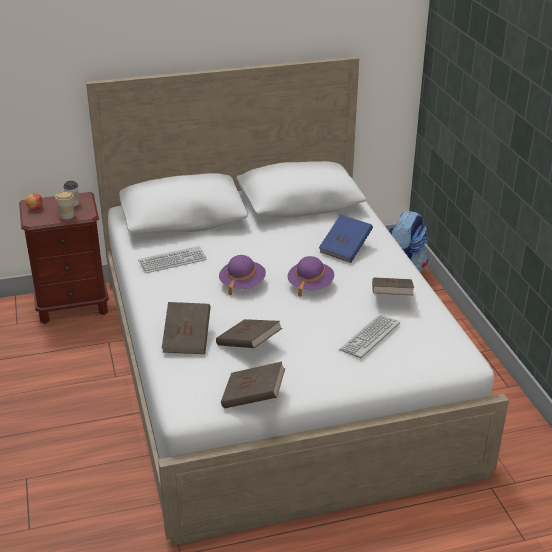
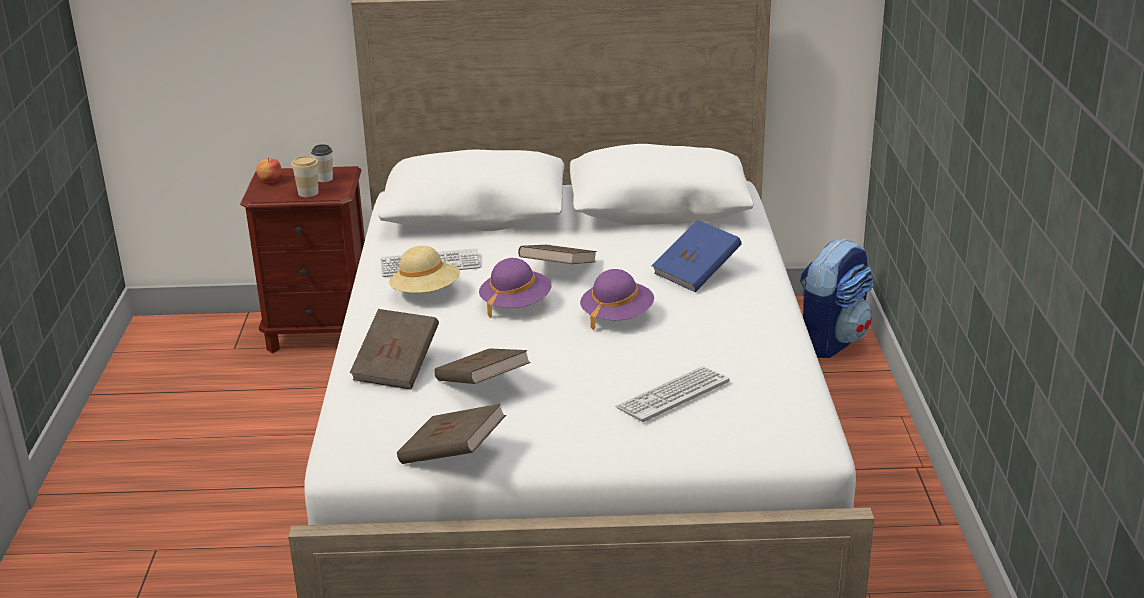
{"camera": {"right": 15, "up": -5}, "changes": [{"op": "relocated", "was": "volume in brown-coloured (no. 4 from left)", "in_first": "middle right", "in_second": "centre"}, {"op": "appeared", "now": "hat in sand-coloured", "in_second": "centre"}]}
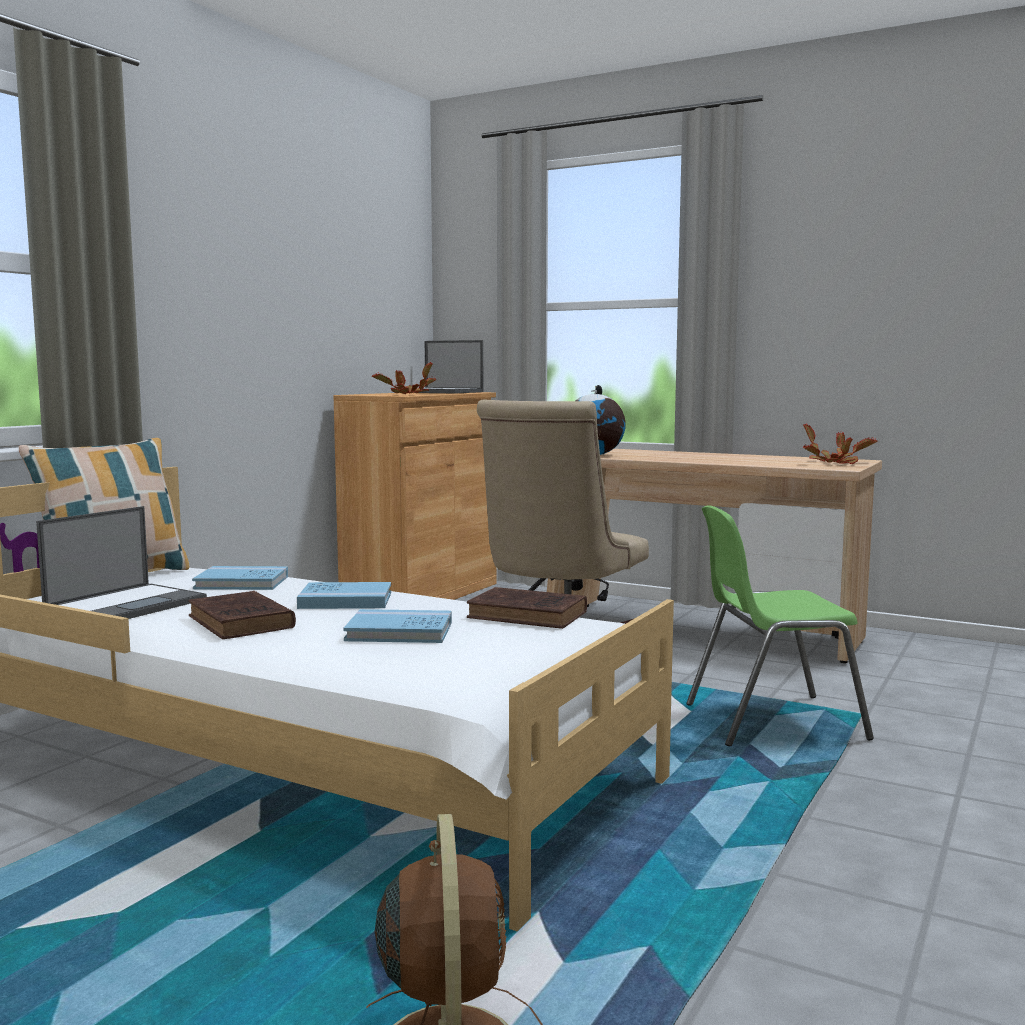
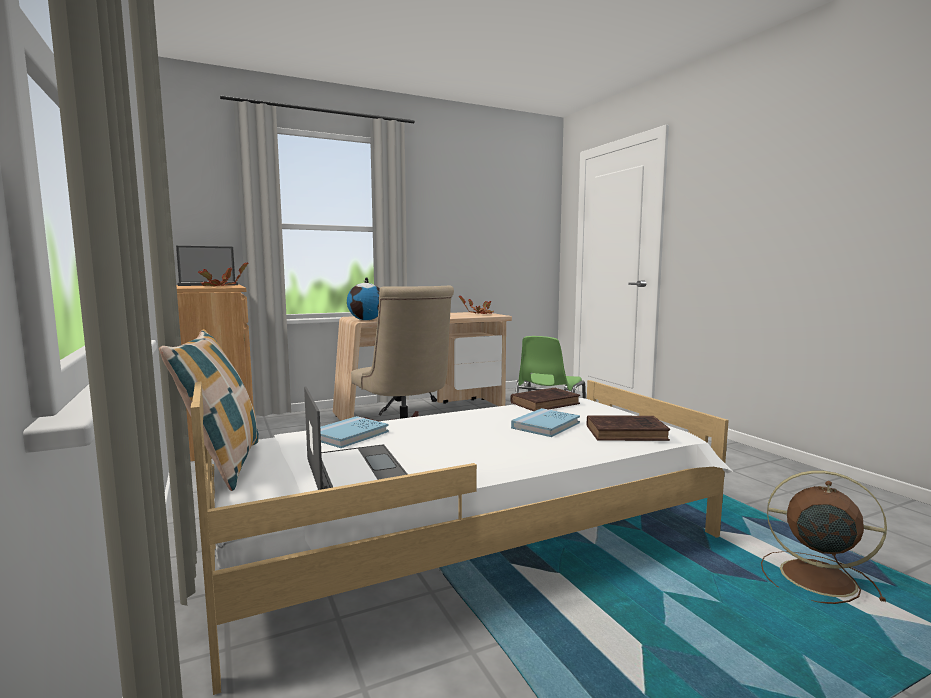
{"camera": {"right": -55, "up": 0}, "changes": [{"op": "relocated", "was": "volume in brown-coloured (no. 1 from left in the first image)", "now": "volume in brown-coloured (no. 2 from left)", "in_first": "middle left", "in_second": "middle right"}, {"op": "missing", "was": "volume in blue-coloured (no. 2 from left)", "in_first": "centre"}]}
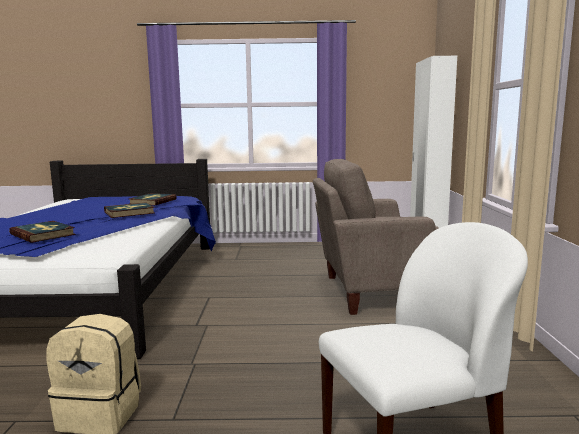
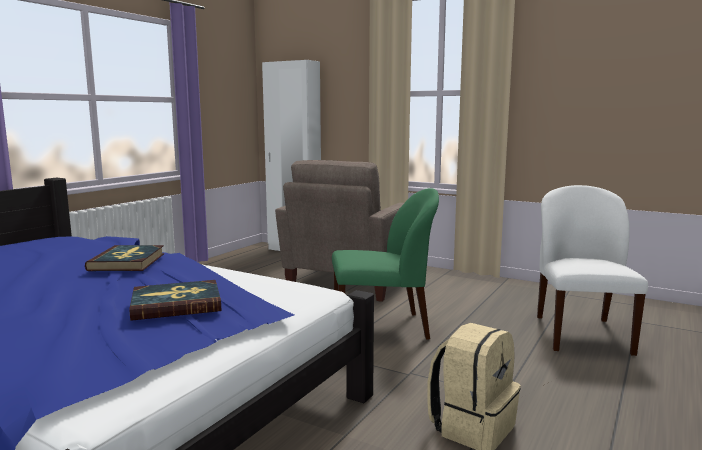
{"camera": {"right": -60, "up": 0}, "changes": [{"op": "missing", "was": "volume (no. 3 from left)", "in_first": "middle left"}, {"op": "appeared", "now": "plain chair in greenish", "in_second": "centre"}]}
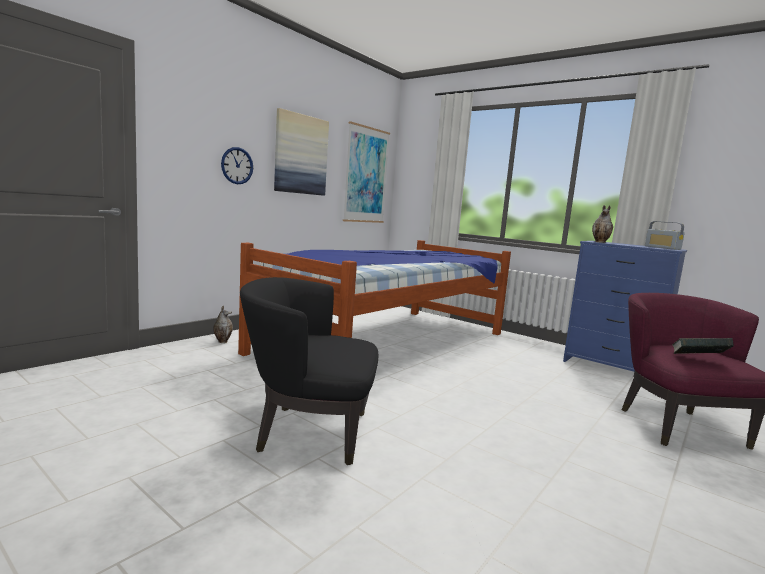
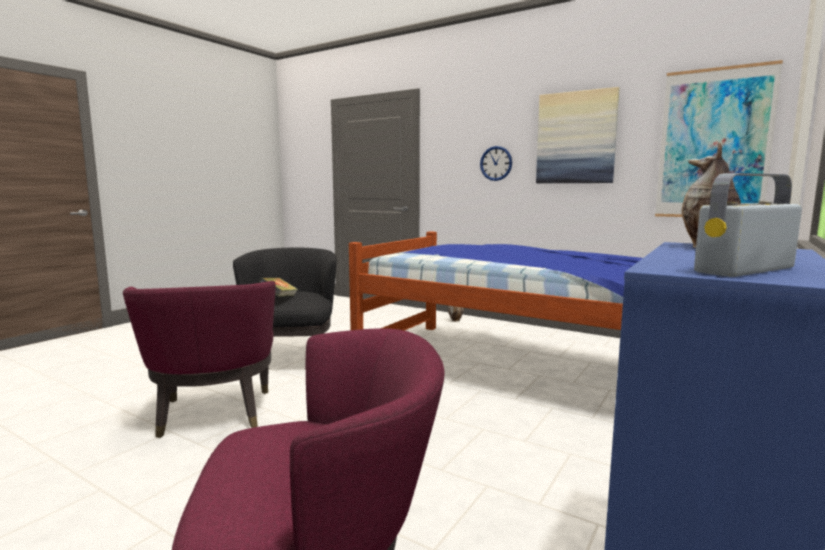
{"camera": {"right": 85, "up": 0}, "changes": [{"op": "relocated", "was": "volume", "in_first": "middle right", "in_second": "centre"}, {"op": "appeared", "now": "lounge chair in purple (no. 1 from left)", "in_second": "middle left"}]}
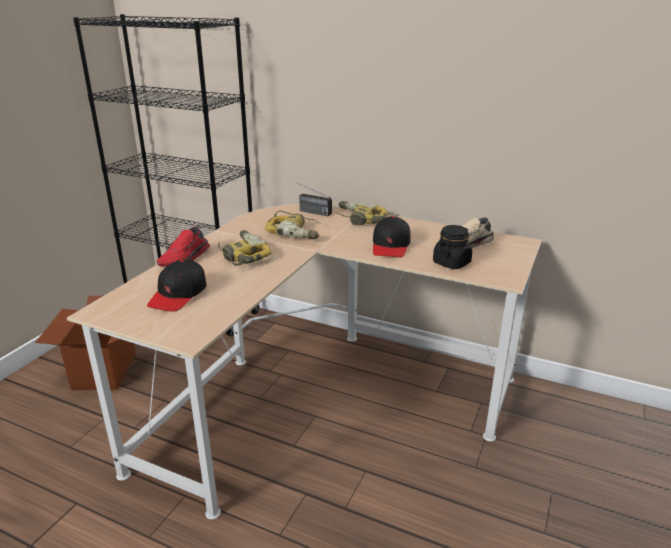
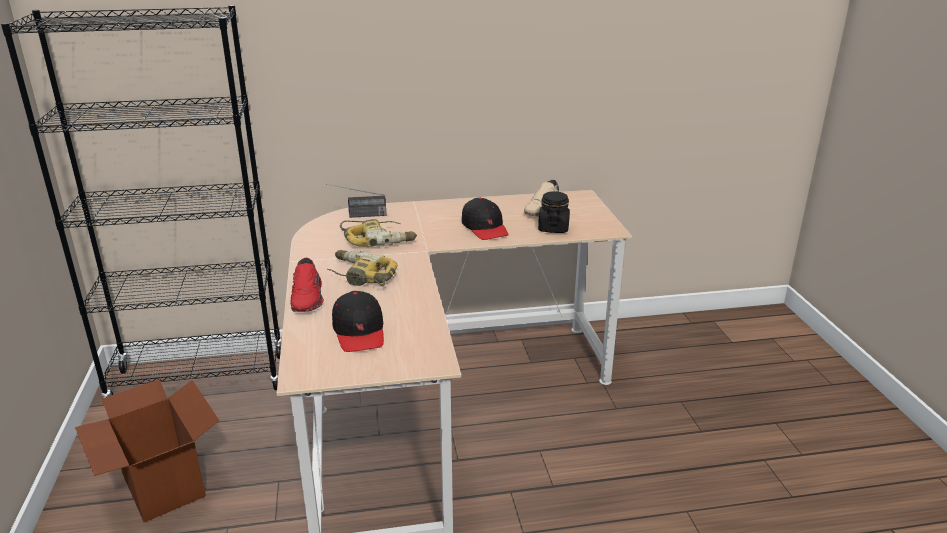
{"camera": {"right": -35, "up": 0}, "changes": [{"op": "missing", "was": "drill (no. 3 from left)", "in_first": "centre"}]}
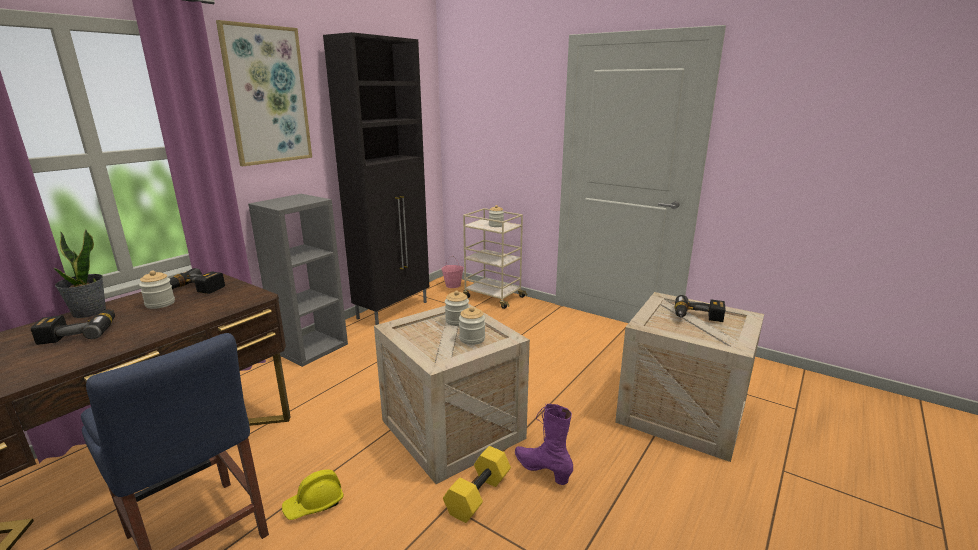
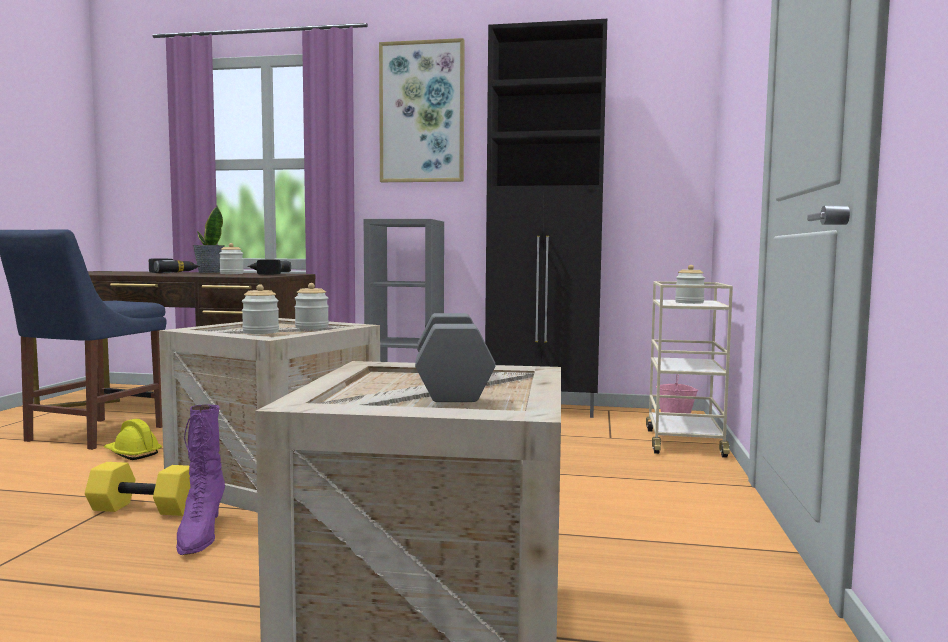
{"camera": {"right": 65, "up": -15}, "changes": [{"op": "spun", "was": "tall boot in purple", "in_first": "bottom centre", "in_second": "bottom left", "clockwise": 150}, {"op": "exchanged", "was": "drill (no. 3 from left)", "now": "free weight in greyish", "in_first": "middle right", "in_second": "centre"}]}
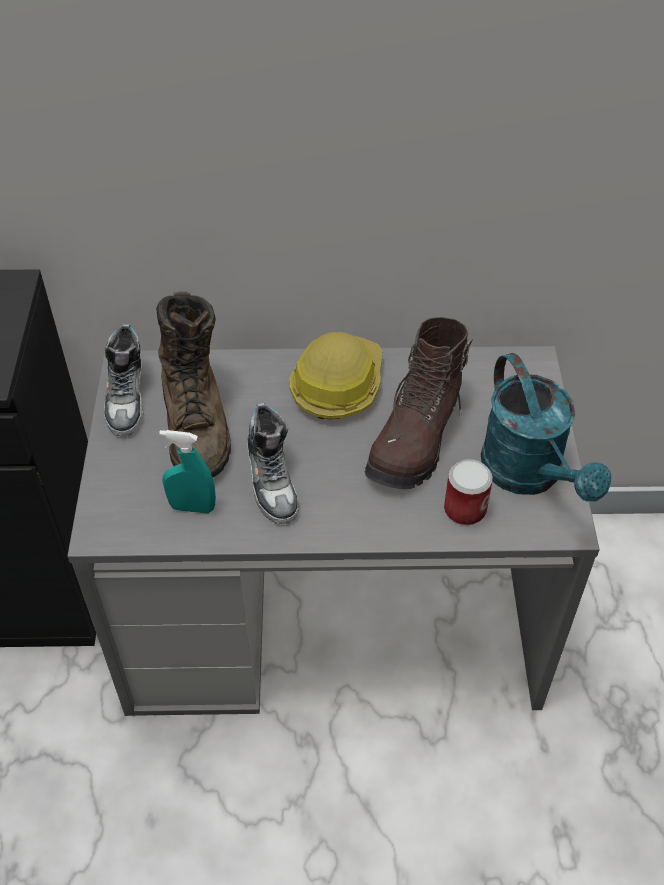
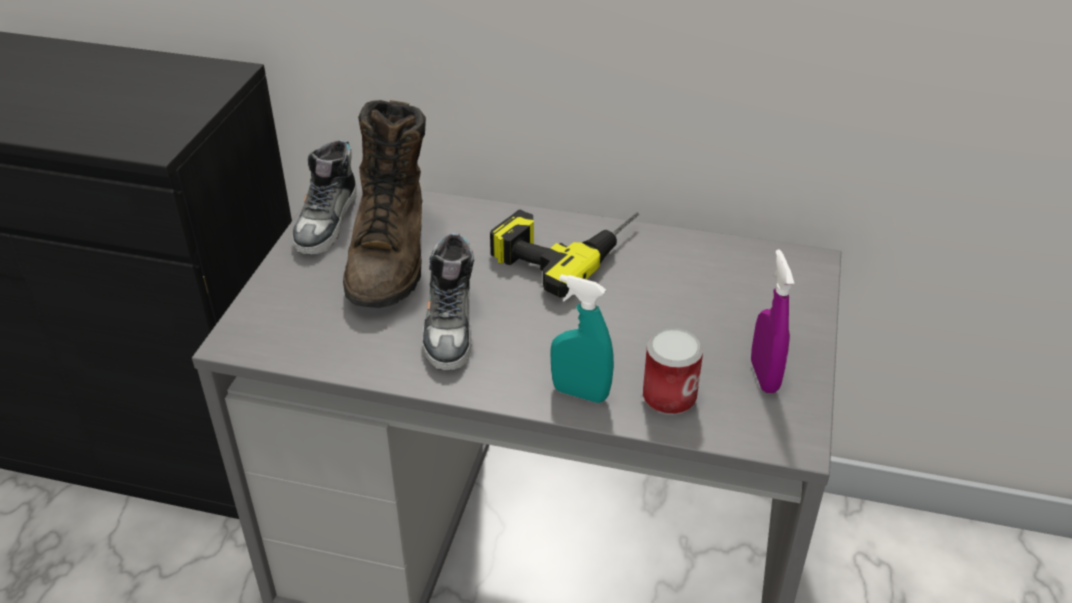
{"camera": {"right": 15, "up": -10}, "changes": [{"op": "relocated", "was": "sprayer in blue-green", "in_first": "middle left", "in_second": "centre"}, {"op": "exchanged", "was": "safety helmet", "now": "drill", "in_first": "centre", "in_second": "centre"}, {"op": "missing", "was": "tall boot in brown-coloured (no. 2 from left)", "in_first": "centre"}, {"op": "exchanged", "was": "watering can in blue-green", "now": "sprayer in purple", "in_first": "middle right", "in_second": "middle right"}]}
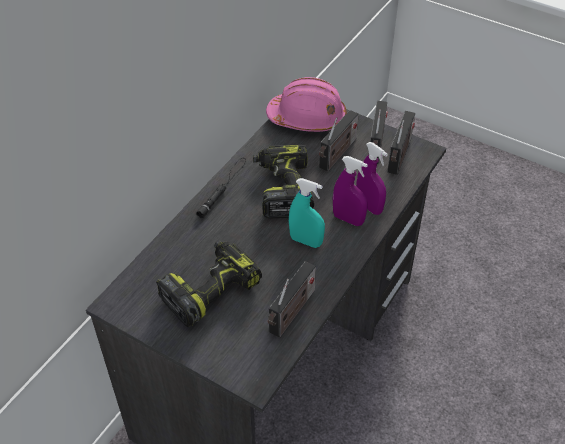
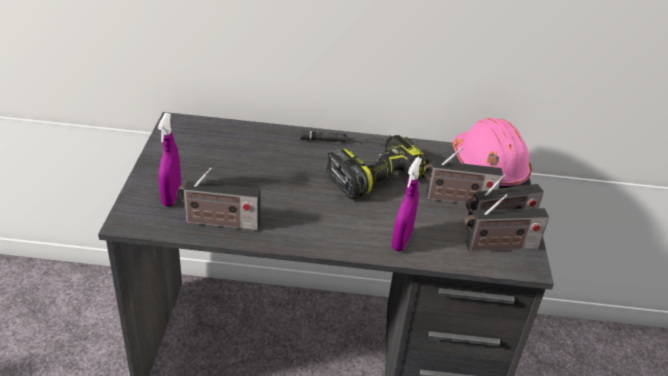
{"camera": {"right": 60, "up": -10}, "changes": [{"op": "missing", "was": "drill (no. 1 from left)", "in_first": "centre"}, {"op": "missing", "was": "sprayer in blue-green", "in_first": "centre"}, {"op": "relocated", "was": "sprayer in purple (no. 1 from left)", "in_first": "centre", "in_second": "middle left"}]}
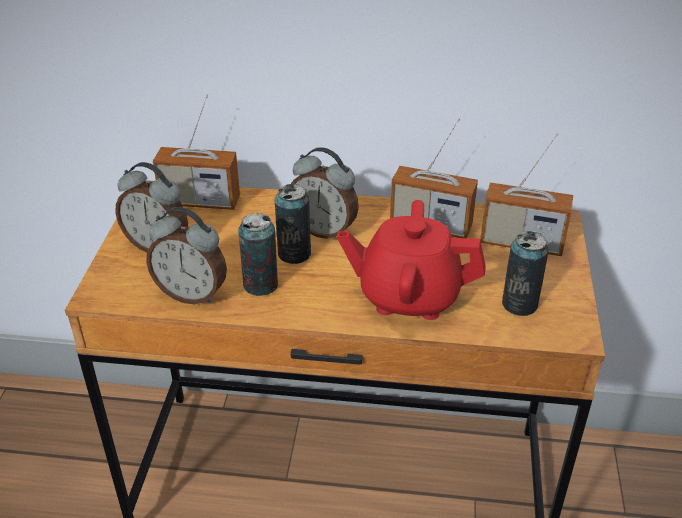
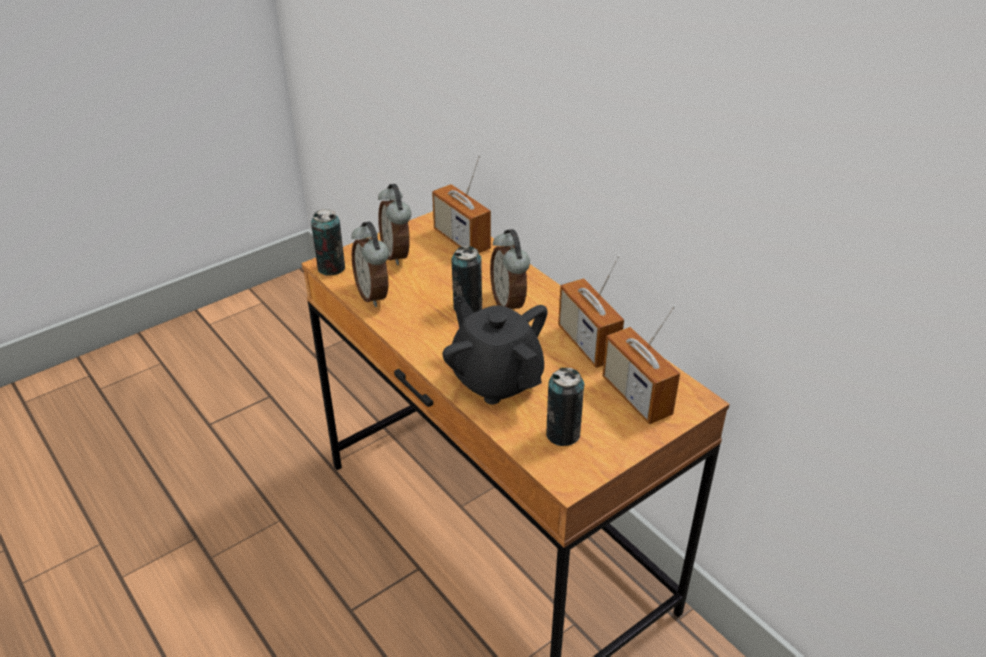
{"camera": {"right": 45, "up": 0}, "changes": [{"op": "relocated", "was": "sealed can (no. 1 from left)", "in_first": "centre", "in_second": "middle left"}, {"op": "colour", "was": "teapot in reddish", "now": "teapot in blackish", "in_first": "centre", "in_second": "centre"}]}
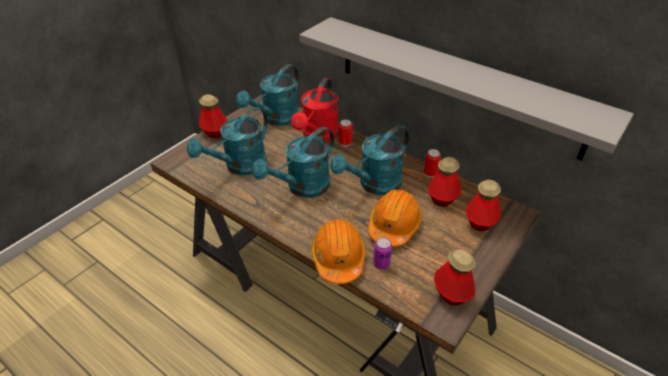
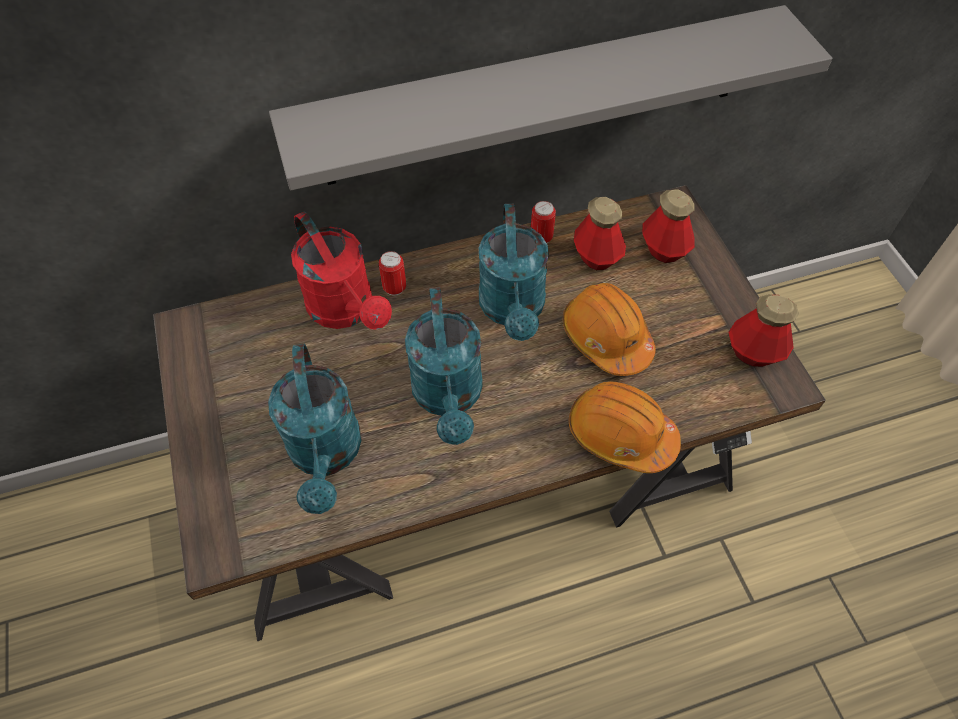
{"camera": {"right": -55, "up": 15}, "changes": [{"op": "missing", "was": "beverage bottle (no. 1 from left)", "in_first": "top left"}, {"op": "missing", "was": "watering can in blue-green (no. 2 from left)", "in_first": "top centre"}, {"op": "missing", "was": "sealed can (no. 2 from left)", "in_first": "bottom centre"}]}
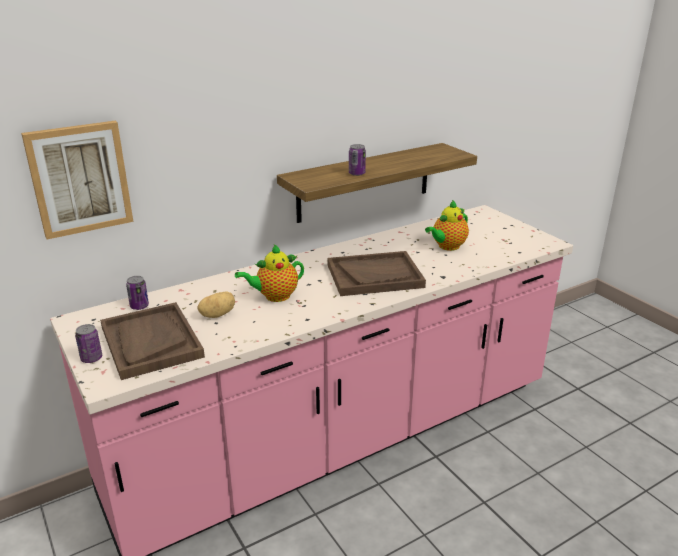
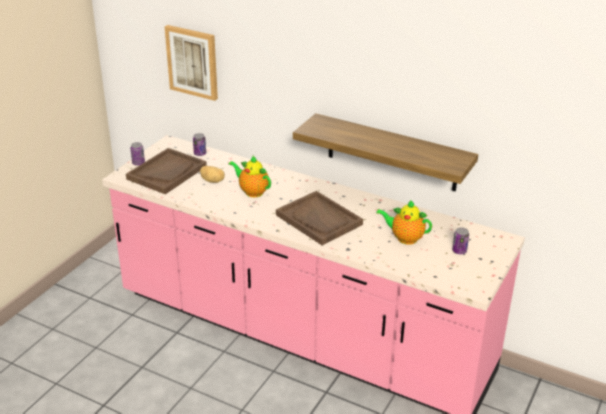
{"camera": {"right": 60, "up": 5}, "changes": [{"op": "relocated", "was": "sealed can (no. 3 from left)", "in_first": "top centre", "in_second": "middle right"}]}
